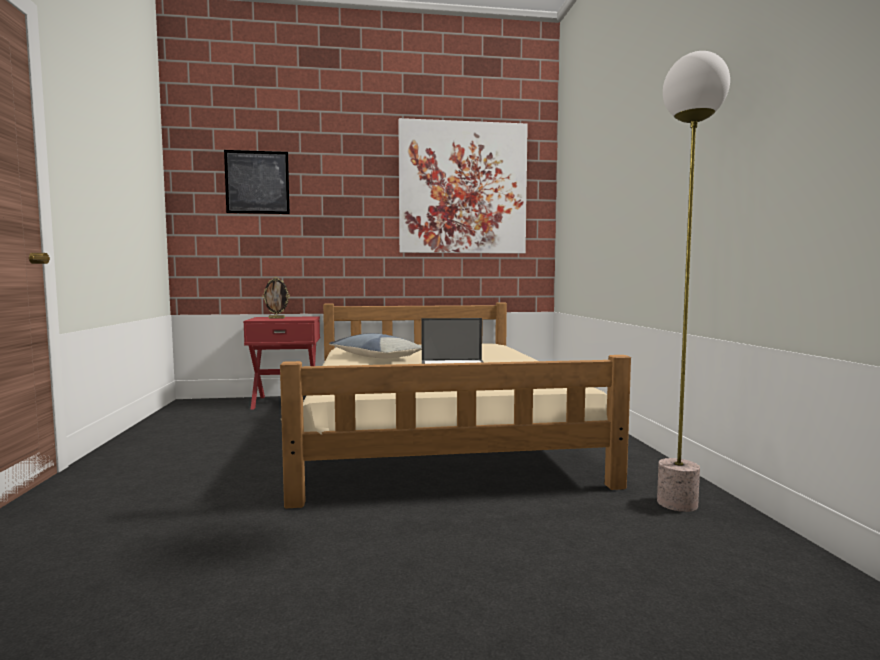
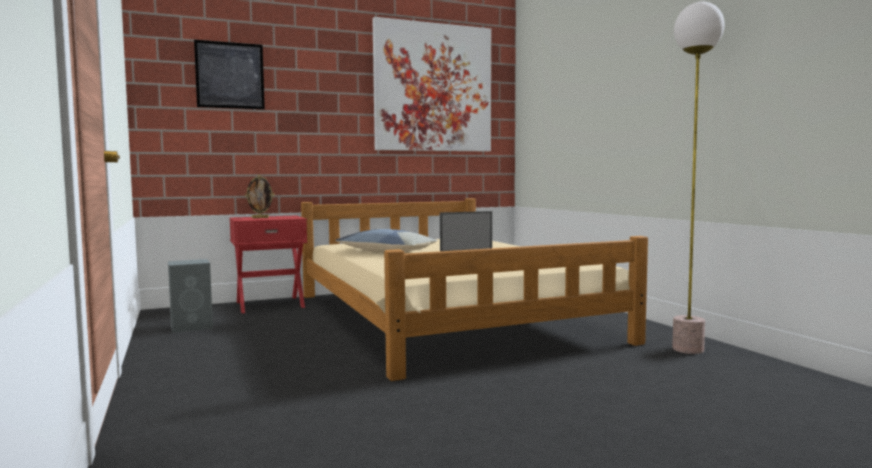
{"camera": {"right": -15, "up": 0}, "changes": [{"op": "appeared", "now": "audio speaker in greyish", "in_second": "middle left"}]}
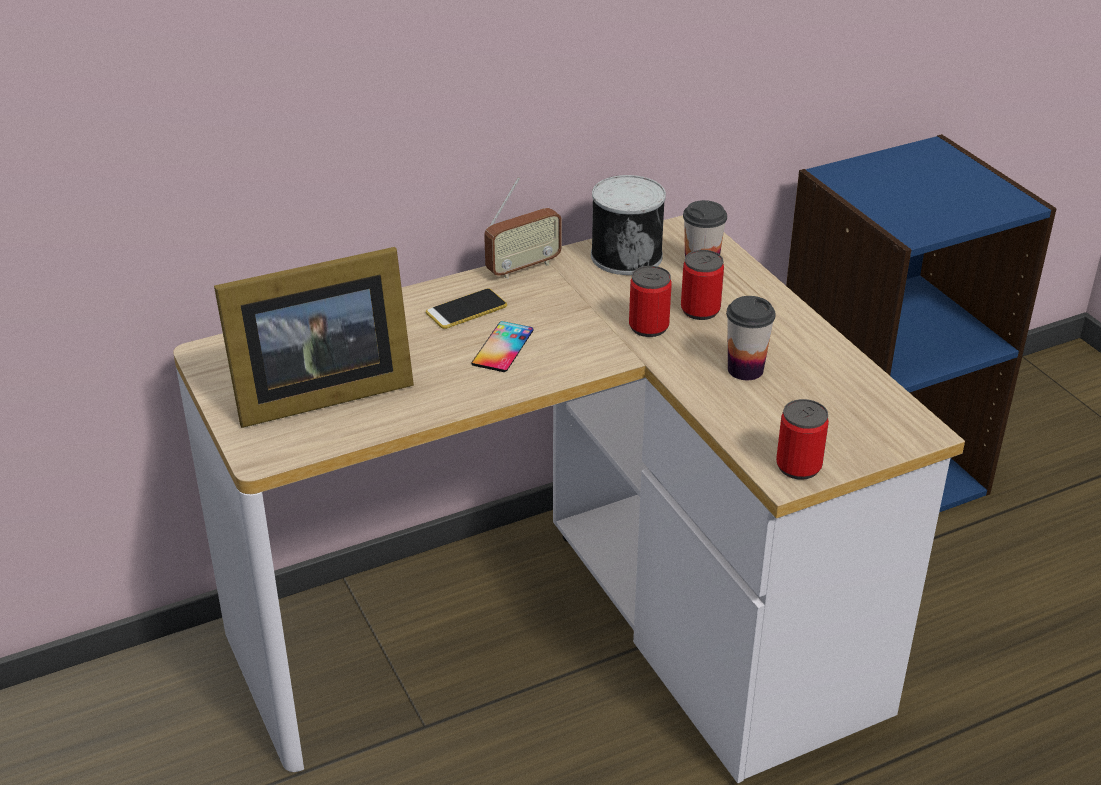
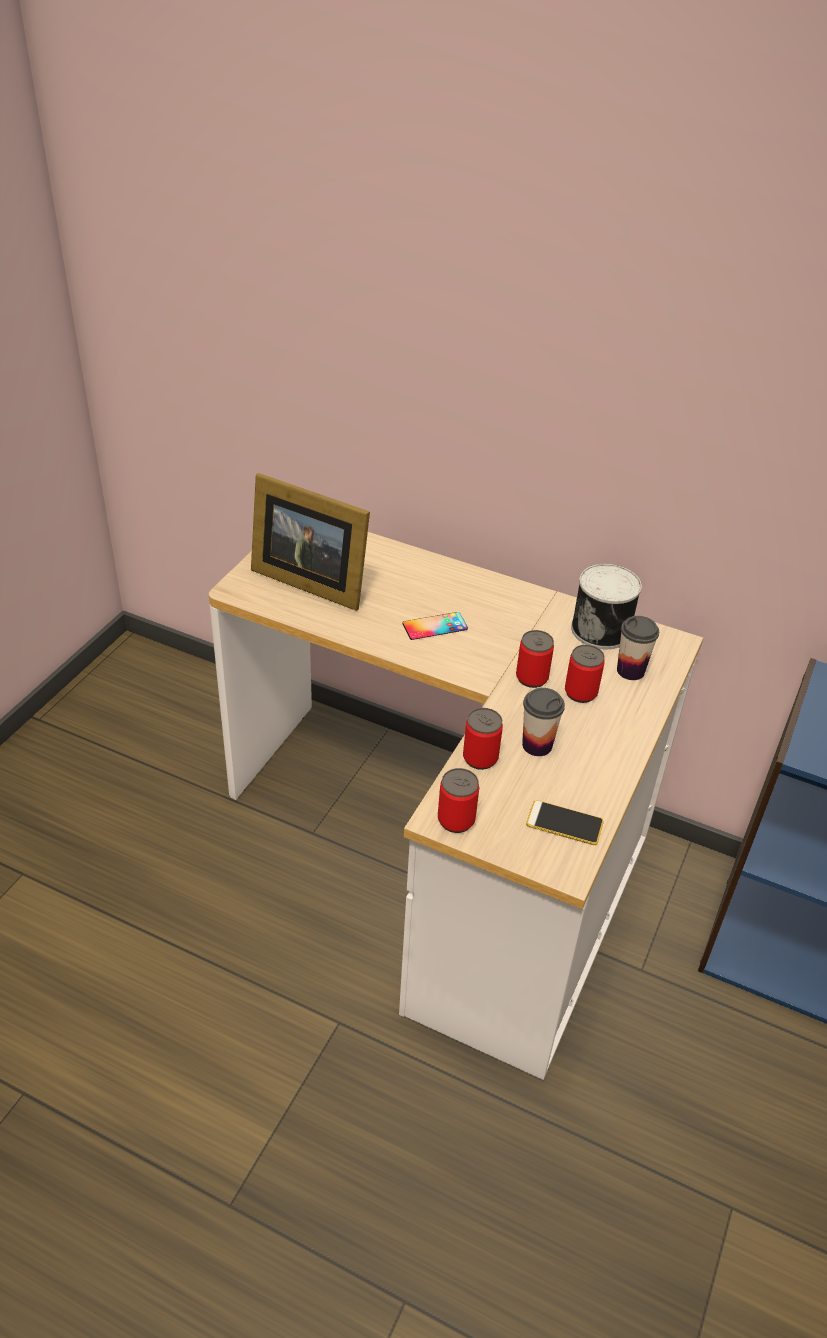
{"camera": {"right": 50, "up": 5}, "changes": [{"op": "relocated", "was": "telephone (no. 1 from left in the first image)", "now": "telephone (no. 2 from left)", "in_first": "centre", "in_second": "middle right"}, {"op": "missing", "was": "radio set", "in_first": "top centre"}, {"op": "appeared", "now": "sealed can (no. 2 from left)", "in_second": "centre"}]}
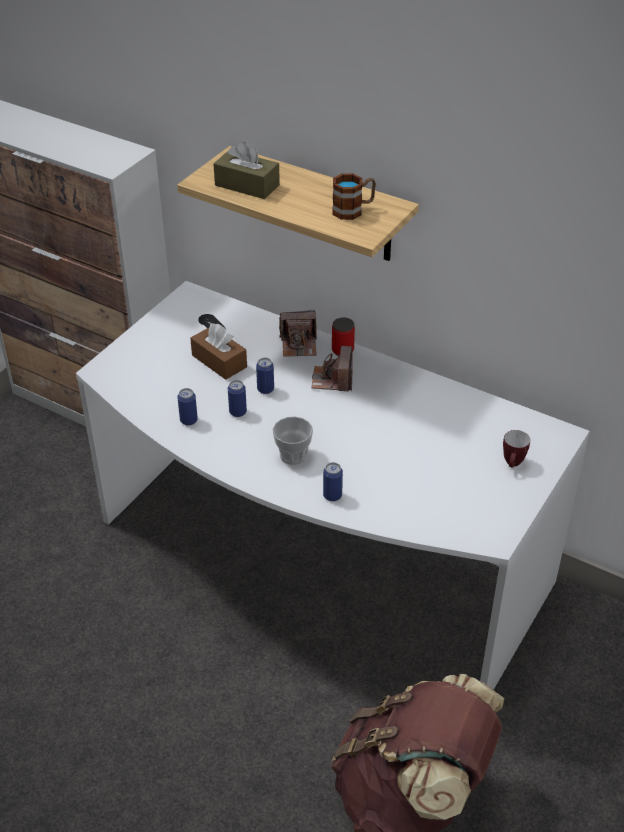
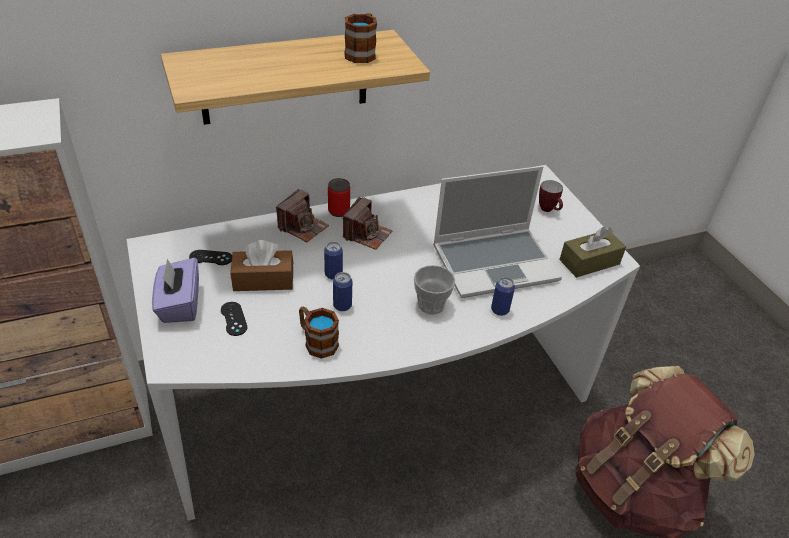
{"camera": {"right": -55, "up": 0}, "changes": [{"op": "exchanged", "was": "sealed can (no. 1 from left)", "now": "coffee mug (no. 1 from left)", "in_first": "middle left", "in_second": "centre"}, {"op": "relocated", "was": "box of tissues in brown-coloured (no. 2 from left)", "in_first": "top centre", "in_second": "middle right"}, {"op": "spun", "was": "still camera (no. 2 from left)", "in_first": "centre", "in_second": "centre", "clockwise": -105}, {"op": "appeared", "now": "box of tissues in purple", "in_second": "middle left"}, {"op": "appeared", "now": "gamepad in blackish (no. 2 from left)", "in_second": "middle left"}, {"op": "appeared", "now": "laptop", "in_second": "centre"}]}
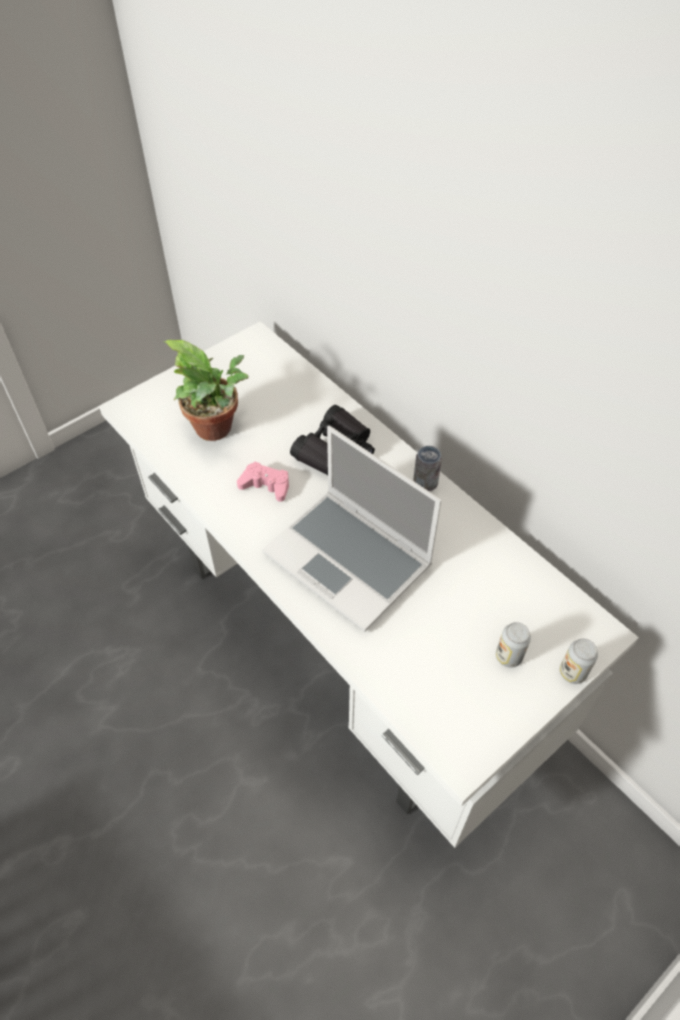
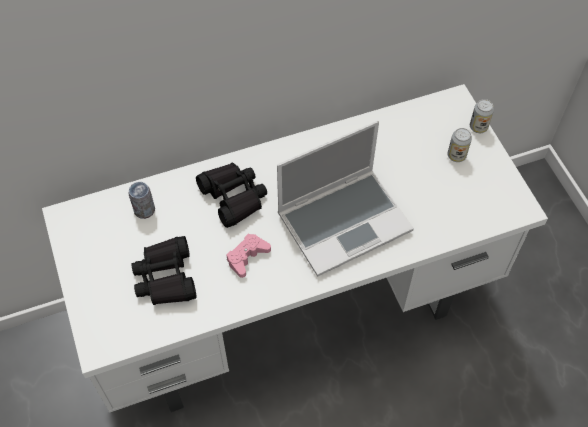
{"camera": {"right": -70, "up": 5}, "changes": [{"op": "exchanged", "was": "houseplant", "now": "field glasses in blackish (no. 1 from left)", "in_first": "middle left", "in_second": "middle left"}, {"op": "relocated", "was": "sealed can (no. 1 from left)", "in_first": "centre", "in_second": "middle left"}]}
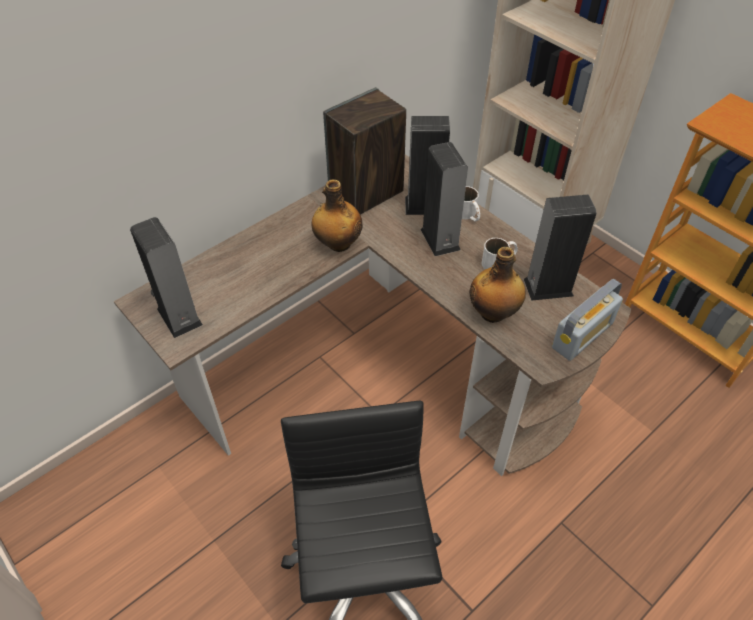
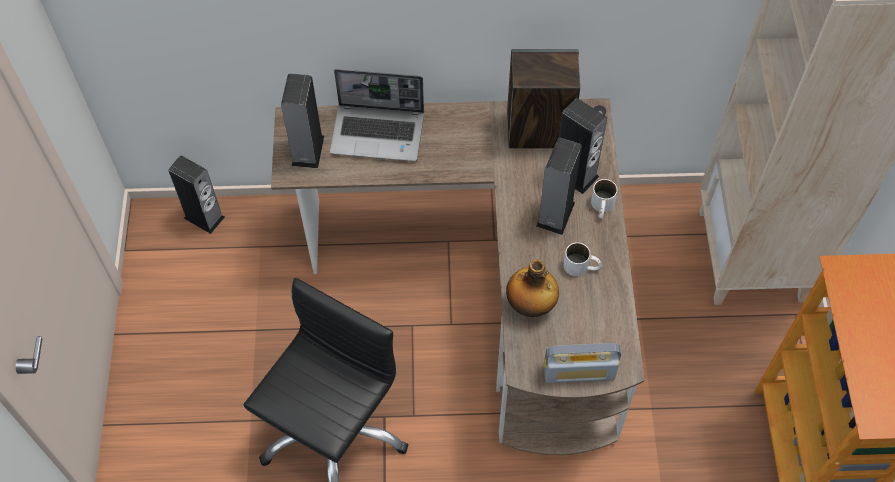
{"camera": {"right": 40, "up": 10}, "changes": [{"op": "missing", "was": "beverage bottle (no. 1 from left)", "in_first": "centre"}, {"op": "relocated", "was": "audio speaker (no. 5 from left in the first image)", "now": "audio speaker (no. 1 from left)", "in_first": "middle right", "in_second": "middle left"}, {"op": "appeared", "now": "laptop", "in_second": "top centre"}]}
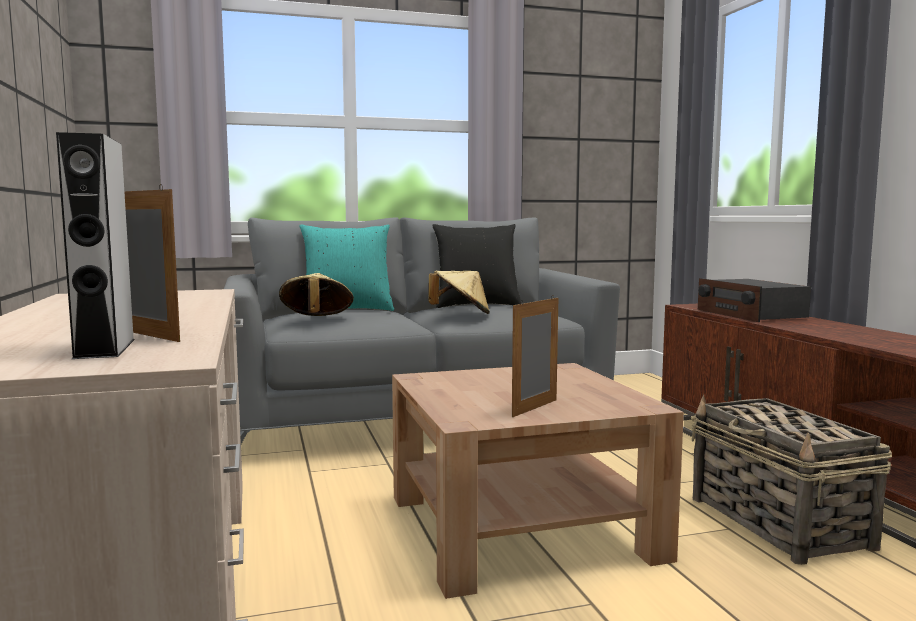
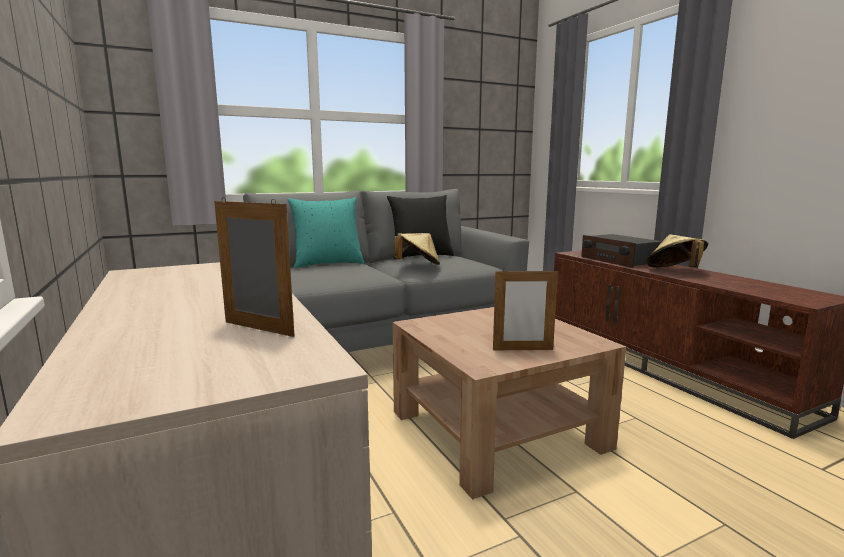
{"camera": {"right": -10, "up": 5}, "changes": [{"op": "missing", "was": "audio speaker in greyish", "in_first": "middle left"}, {"op": "relocated", "was": "hat in sand-coloured (no. 1 from left in the first image)", "now": "hat in sand-coloured (no. 2 from left)", "in_first": "centre", "in_second": "middle right"}, {"op": "spun", "was": "standing frame (no. 2 from left)", "in_first": "centre", "in_second": "centre", "clockwise": -120}, {"op": "missing", "was": "basket", "in_first": "bottom right"}]}
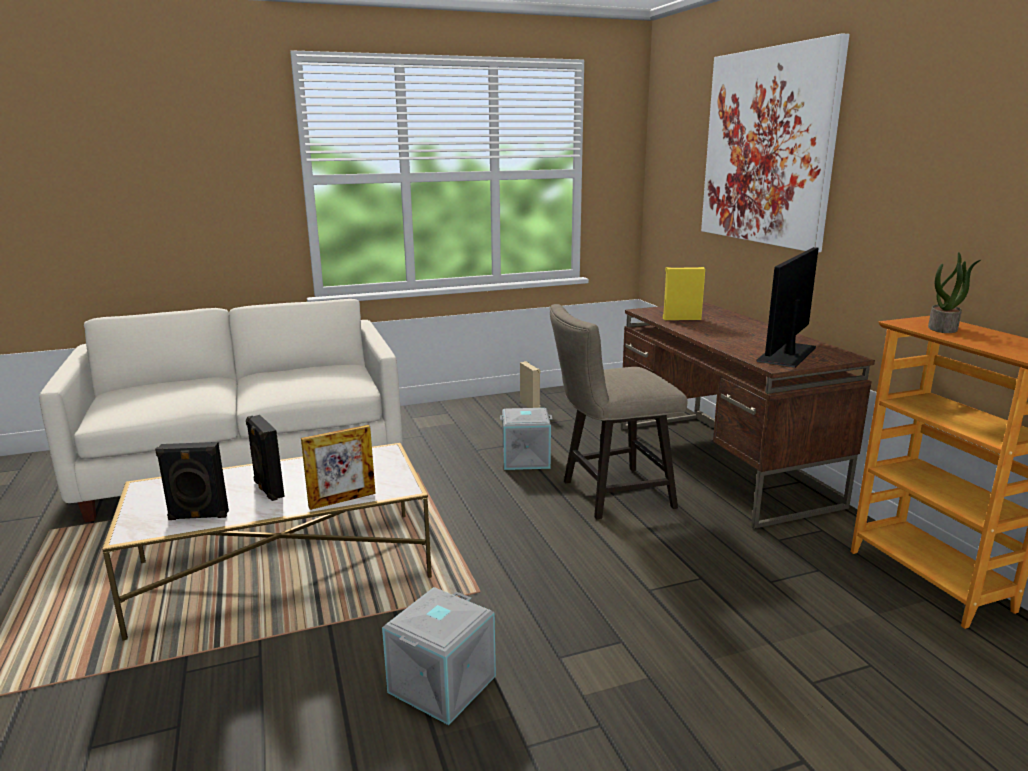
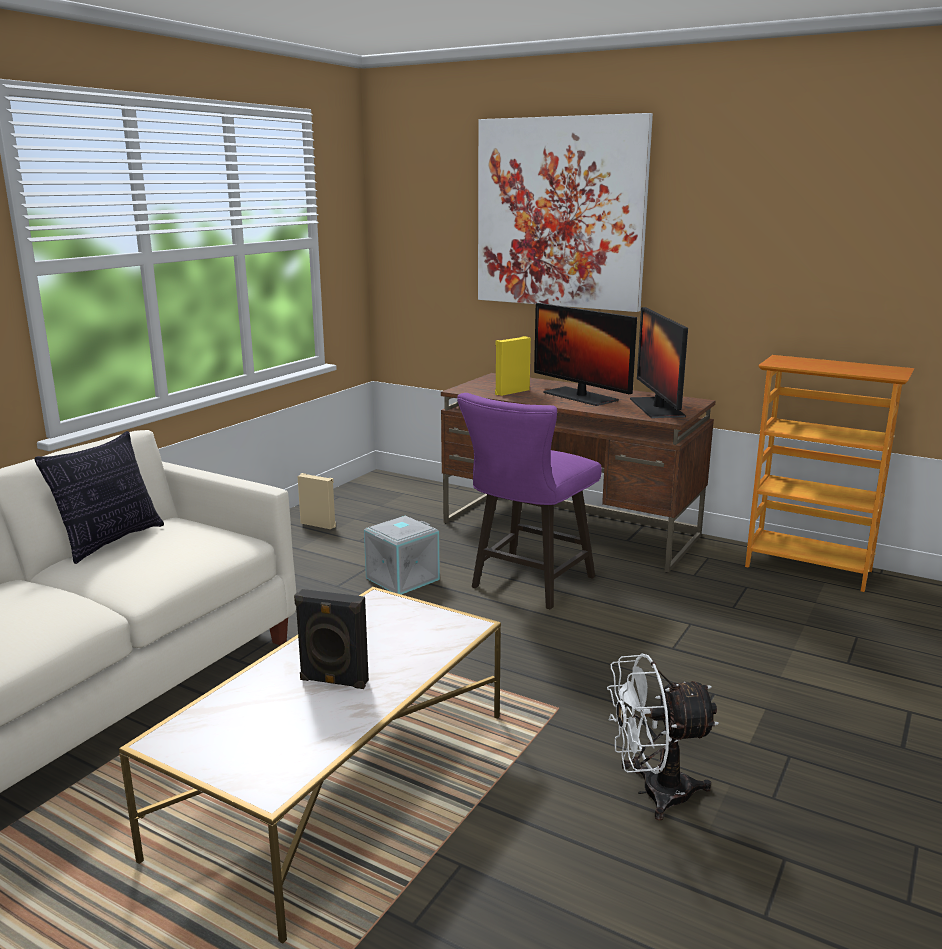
{"camera": {"right": -40, "up": 0}, "changes": [{"op": "missing", "was": "audio speaker in blackish (no. 1 from left)", "in_first": "middle left"}, {"op": "missing", "was": "standing frame", "in_first": "middle left"}, {"op": "exchanged", "was": "storage container in greyish (no. 1 from left)", "now": "fan in white", "in_first": "bottom centre", "in_second": "bottom right"}, {"op": "colour", "was": "sitting stool in sand-coloured", "now": "sitting stool in purple", "in_first": "centre", "in_second": "centre"}, {"op": "missing", "was": "houseplant", "in_first": "middle right"}, {"op": "appeared", "now": "throw pillow", "in_second": "middle left"}, {"op": "appeared", "now": "computer display (no. 1 from left)", "in_second": "centre"}]}
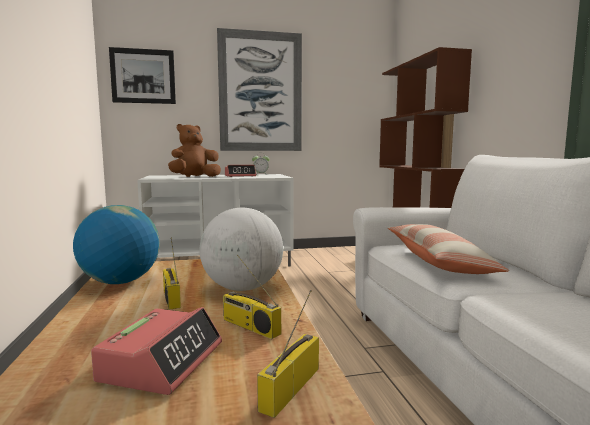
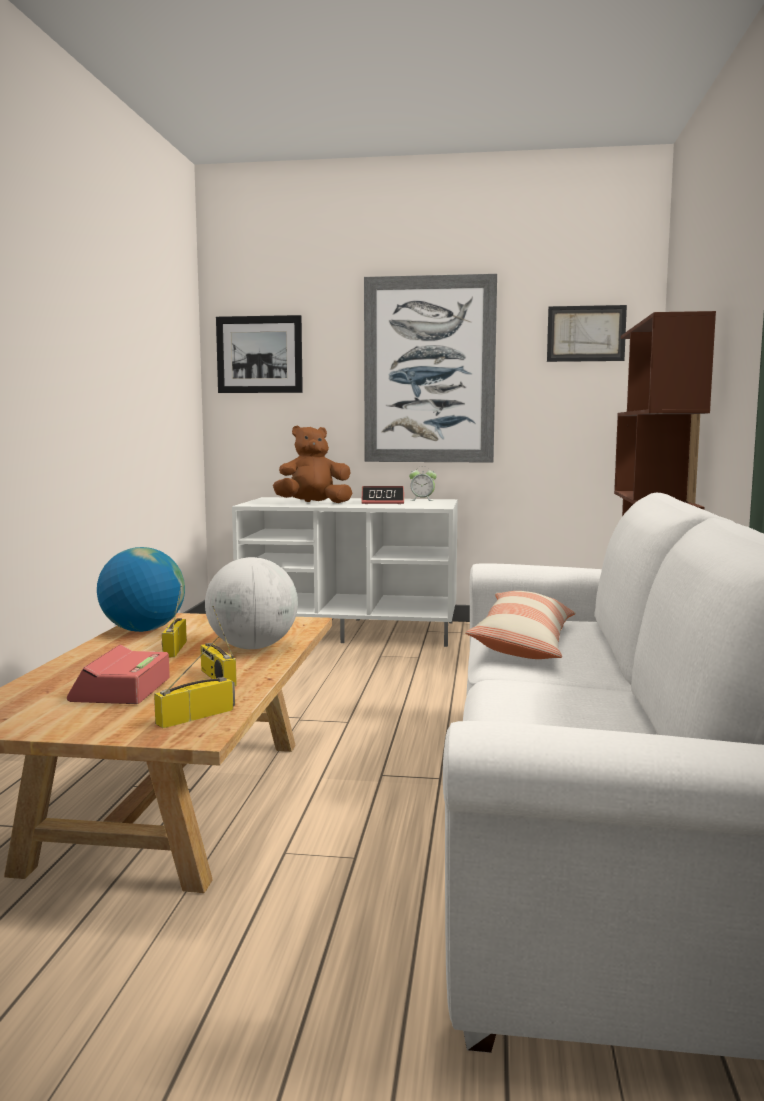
{"camera": {"right": 20, "up": 0}, "changes": [{"op": "spun", "was": "bedside clock (no. 1 from left)", "in_first": "bottom left", "in_second": "middle left", "clockwise": 150}, {"op": "appeared", "now": "picture (no. 3 from left)", "in_second": "top right"}]}
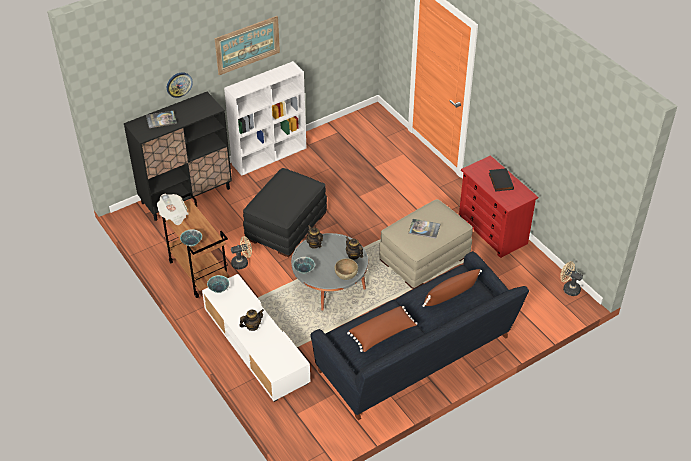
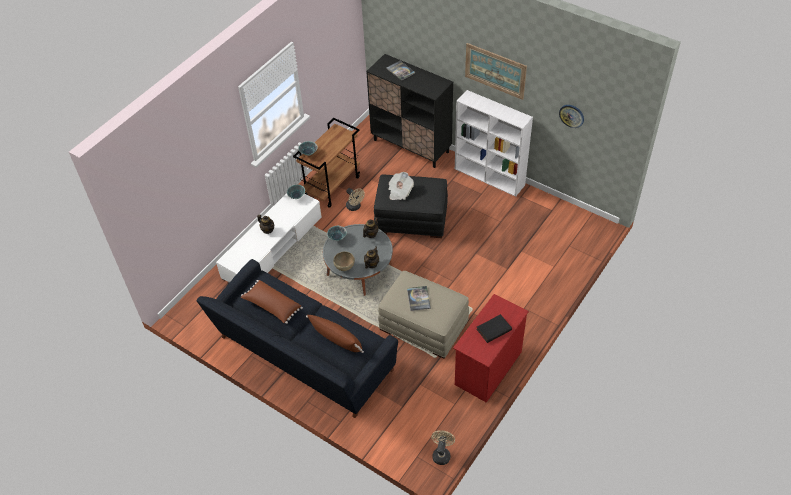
{"camera": {"right": 70, "up": 5}, "changes": [{"op": "relocated", "was": "newspaper", "in_first": "middle left", "in_second": "centre"}, {"op": "relocated", "was": "wall clock", "in_first": "top left", "in_second": "top right"}]}
